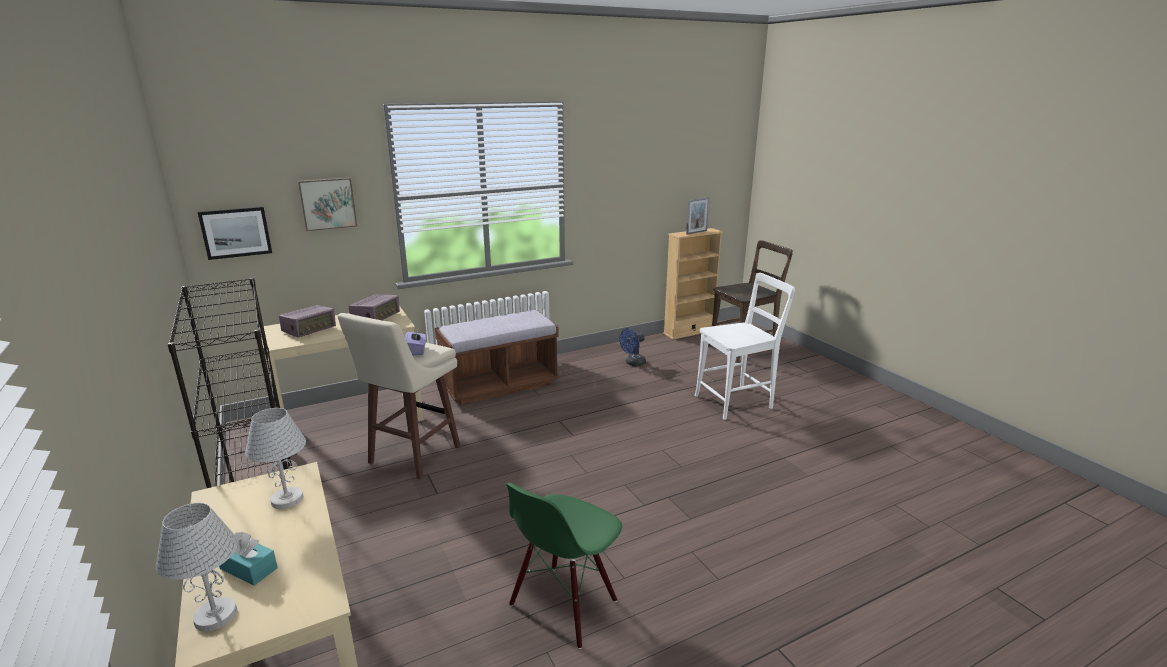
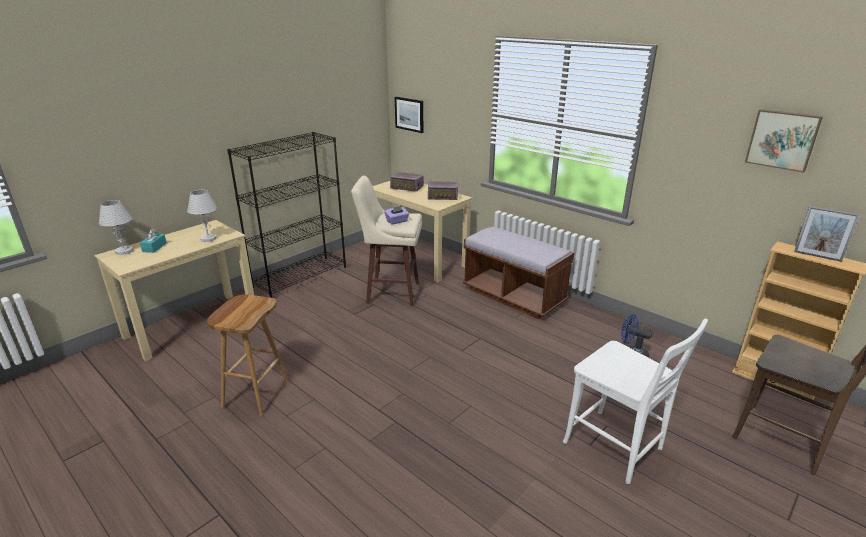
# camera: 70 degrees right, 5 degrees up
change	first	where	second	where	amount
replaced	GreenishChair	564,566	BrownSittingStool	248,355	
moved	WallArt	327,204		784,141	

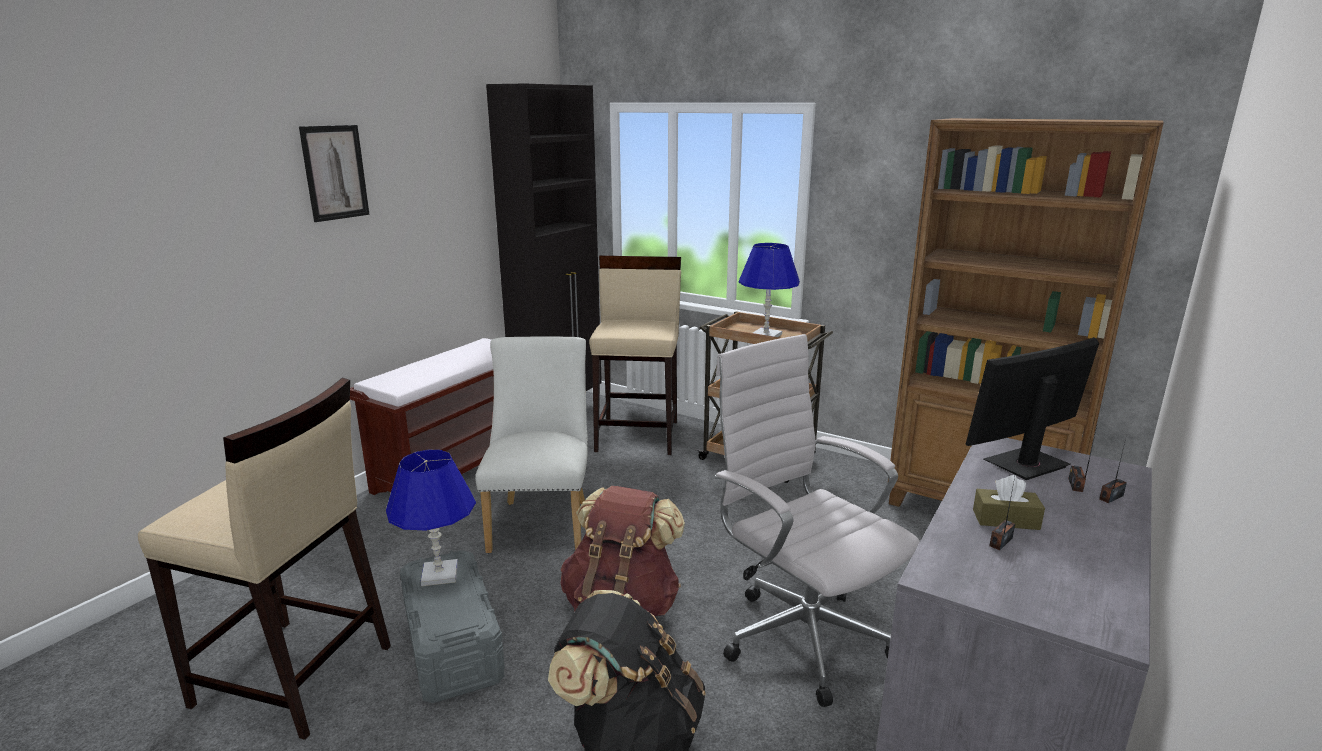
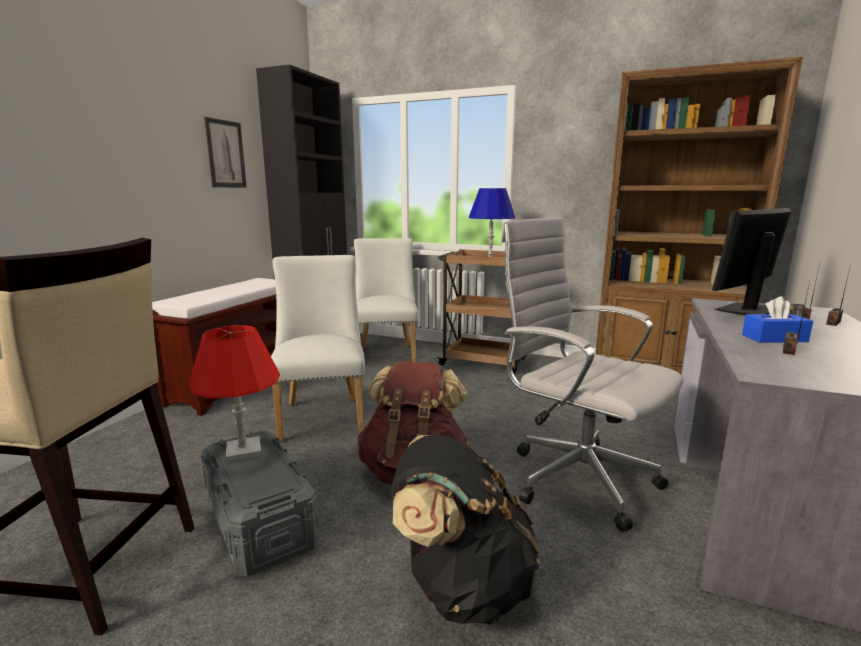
# camera: 10 degrees left, 5 degrees down
change	first	where	second	where	amount
recoloured	BlueColouredTableLamp	431,517	ReddishTableLamp	234,393	
moved	WallArt	334,173		225,152	
replaced	BeigeColouredSittingStool	635,355	WhiteColouredChair	386,300	
recoloured	BrownTissueBox	1009,502	BlueColouredTissueBox	777,319	

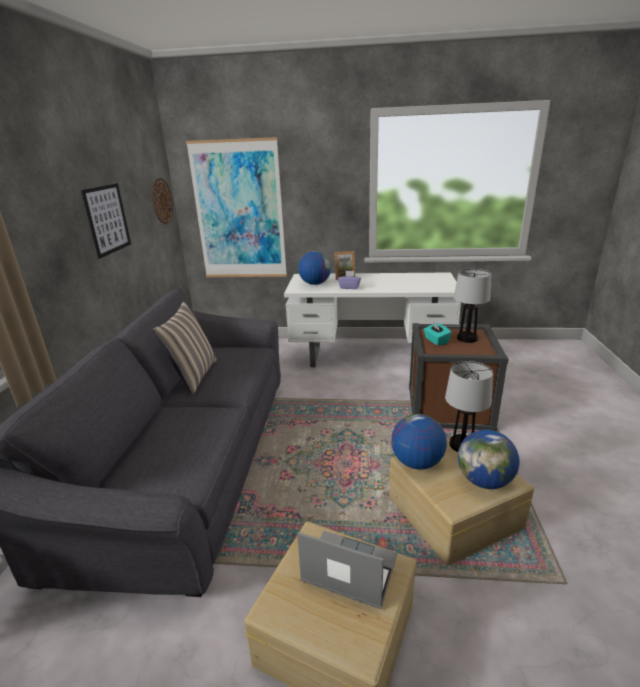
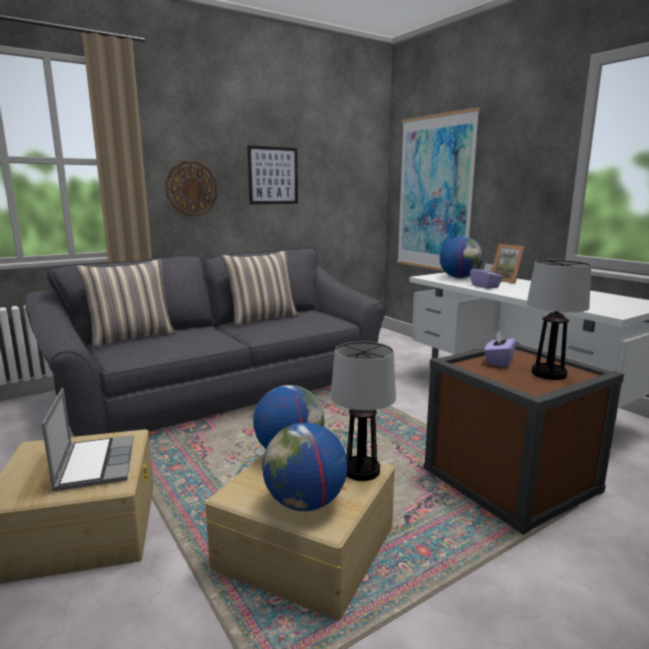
# camera: 50 degrees right, 10 degrees down
change	first	where	second	where	amount
added			Pillow	126,303	
moved	ClockOnTheWall	162,201		191,188	
recoloured	BlueGreenTissueBox	437,334	PurpleColouredTissueBox	500,348	

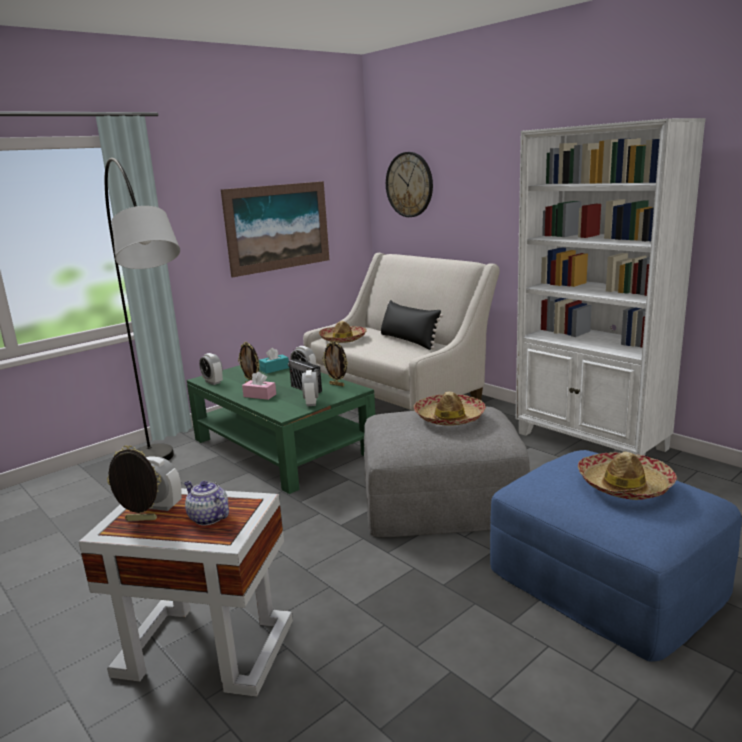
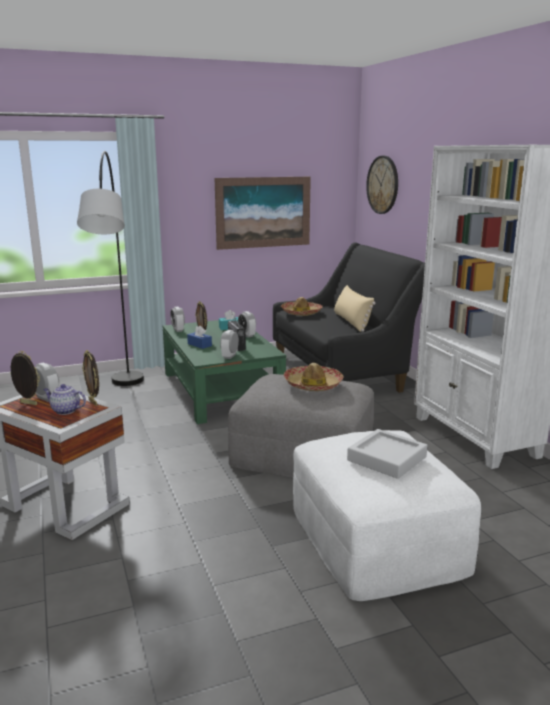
# camera: 20 degrees right, 0 degrees up
change	first	where	second	where	amount
turned	TeaPot	206,503		64,399	45 degrees counterclockwise
moved	StandingFrame	335,363		90,378	
recoloured	PinkColouredTissueBox	259,386	BlueColouredTissueBox	199,337	
recoloured	BeigeColouredSettee	401,332	BlackSettee	349,317	
recoloured	BlueColouredOttoman	616,556	WhiteColouredOttoman	387,515	
recoloured	BlackPillow	412,325	BeigeColouredPillow	355,308	
replaced	Hat	627,476	GreyTray	387,454	

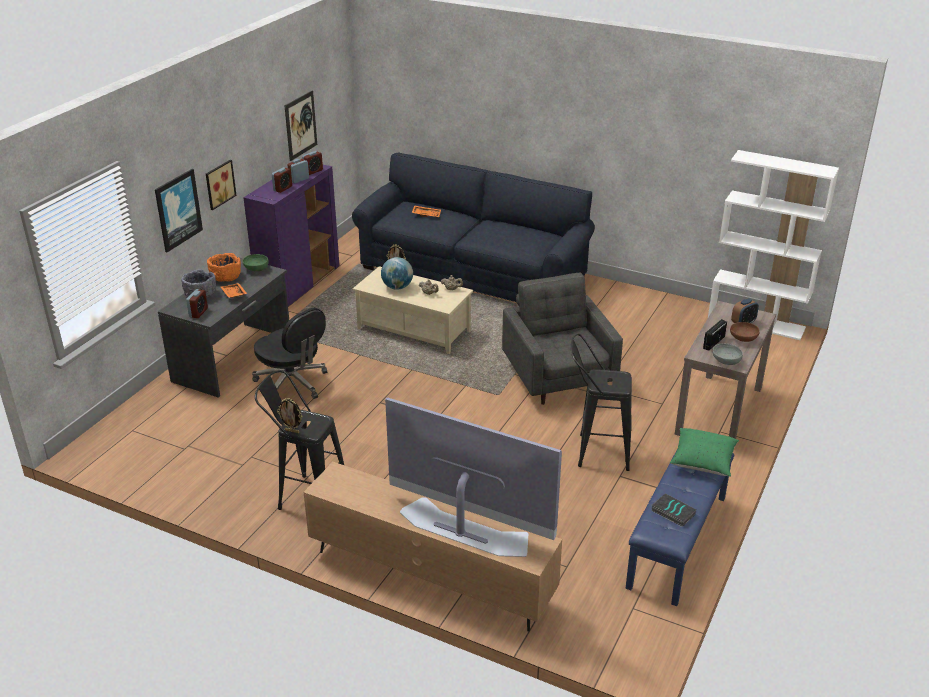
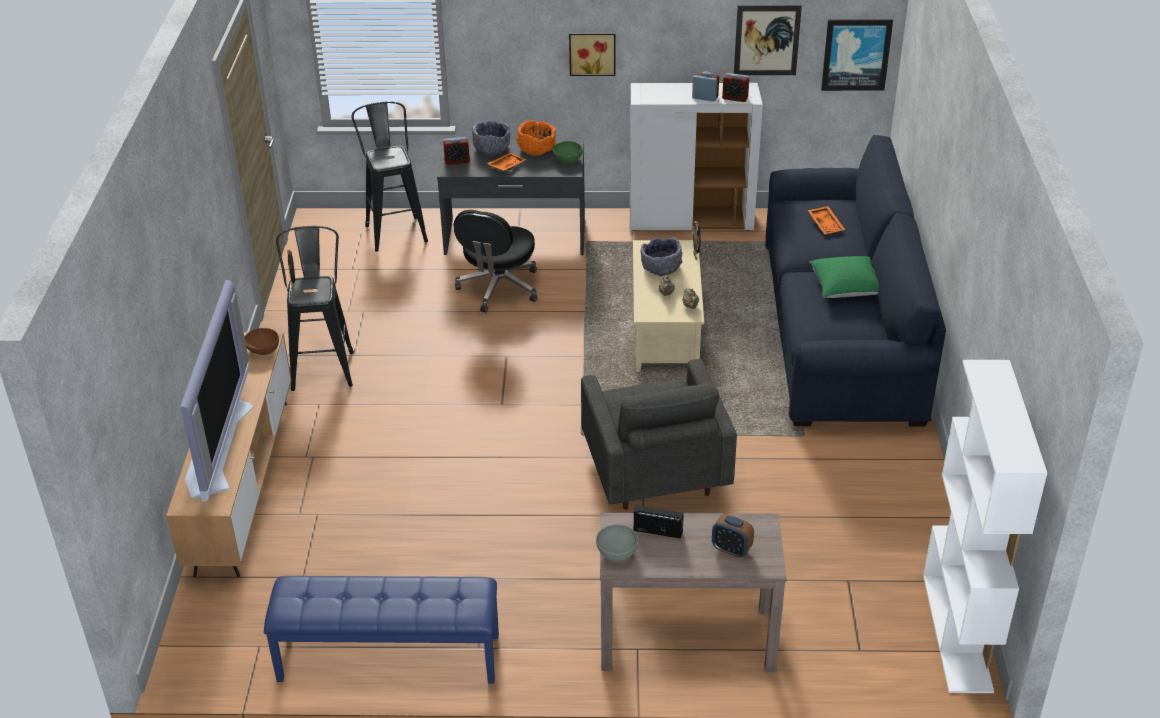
# camera: 65 degrees right, 5 degrees up
change	first	where	second	where	amount
moved	BrownServingBowl	745,332		262,341	
moved	BlackSittingStool	601,402		389,176	
turned	GreyArmchair	562,339		659,434	120 degrees clockwise
recoloured	PurpleColouredStorageCabinet	291,236	WhiteColouredStorageCabinet	696,157	
replaced	DeskGlobe	397,273	GreyServingBowl	661,256	
moved	GreenishPillow	704,452		844,277	
moved	WallArt	179,210		857,55	
removed	AlarmClock	282,180			
removed	BoundBook	673,510			

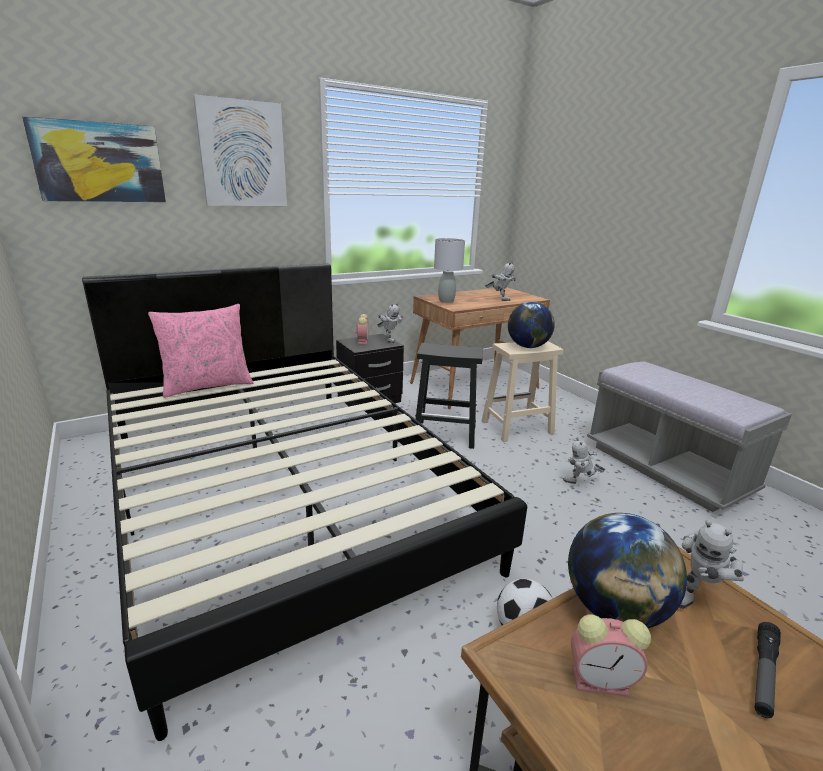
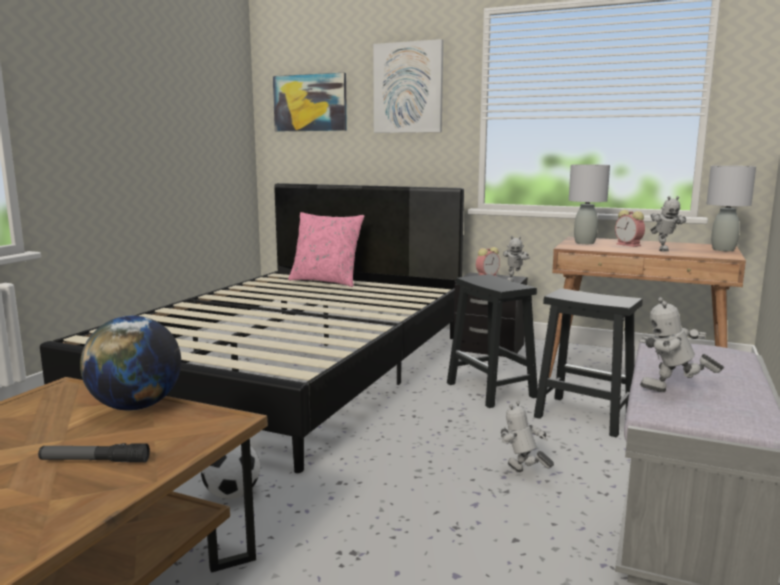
# camera: 55 degrees right, 10 degrees down
change	first	where	second	where	amount
recoloured	BeigeColouredSittingStool	522,391	BlackSittingStool	588,363	
moved	AlarmClock	611,655		630,228	
moved	ToyRobot	711,564		681,344	
added			GreyTableLamp	731,208	
removed	DeskGlobe	531,325			

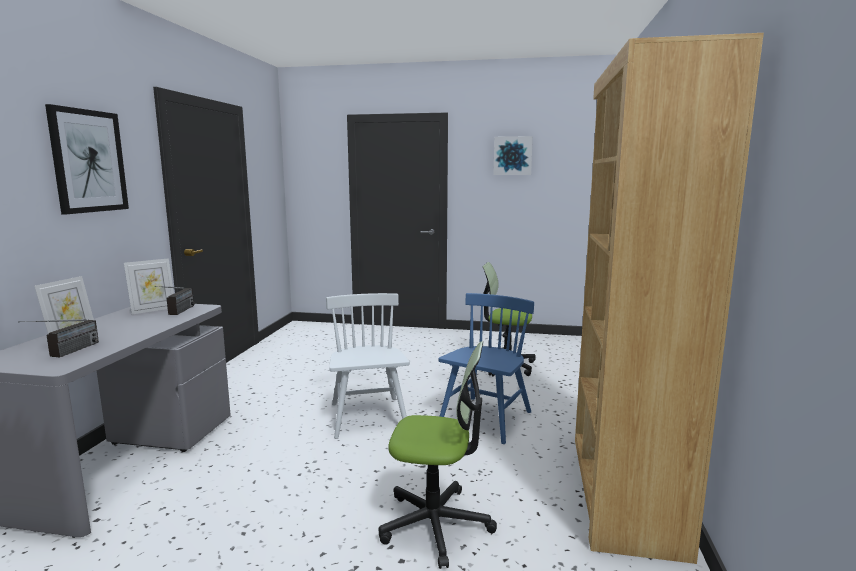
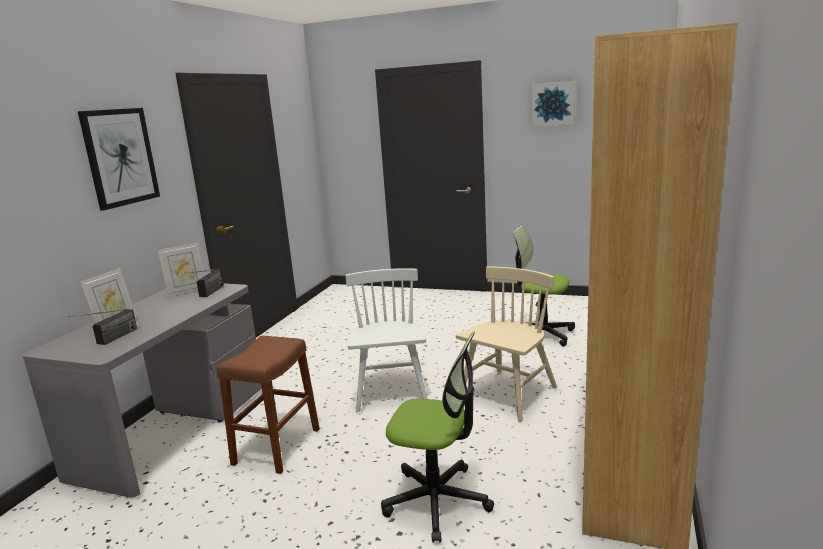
# camera: 10 degrees right, 5 degrees up
change	first	where	second	where	amount
added			BrownSittingStool	268,405	
recoloured	BlueColouredChair	486,368	BeigeColouredChair	506,344	

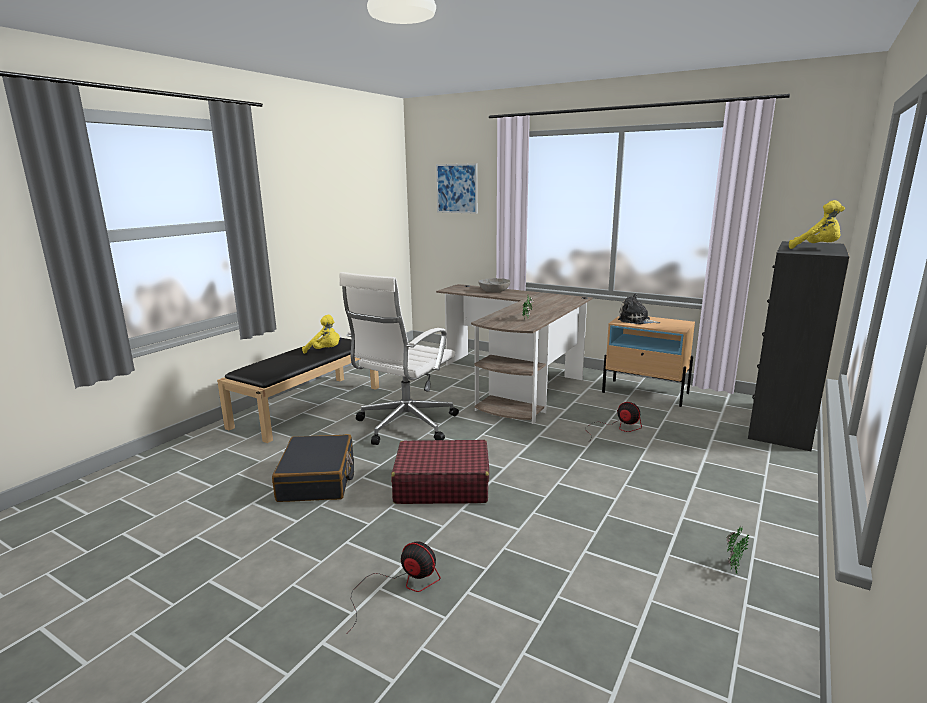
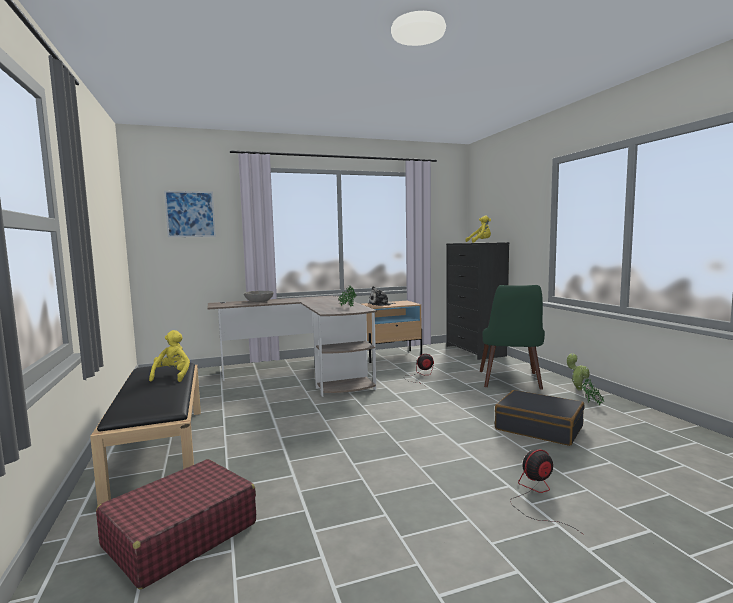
# camera: 50 degrees left, 10 degrees down
change	first	where	second	where	amount
moved	ReddishSuitcase	440,472		176,524	
turned	YellowColouredSoftToy	321,334		169,356	60 degrees counterclockwise
added			GreenishChair	512,337	
moved	BlackSuitcase	313,468		540,418	
added			PottedPlant	578,372	
removed	WhiteColouredComputerChair	399,358			

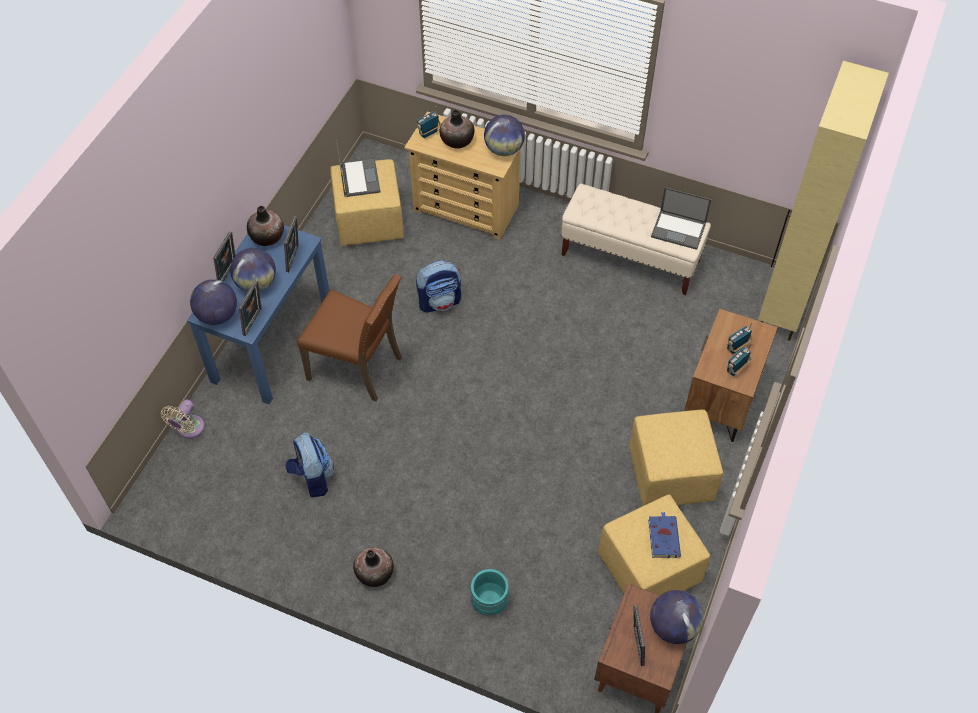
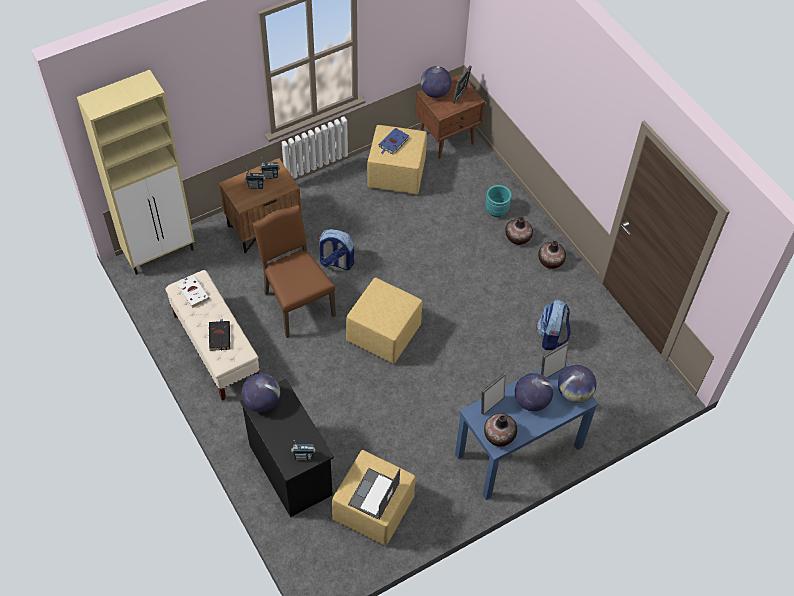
# camera: 145 degrees left, 0 degrees up
change	first	where	second	where	amount
replaced	NotebookComputer	681,218	WhiteColouredBoundBook	193,292	
added			BlackBoundBook	219,335	
recoloured	BeigeColouredDresser	464,176	BlackDresser	287,448	
moved	BrownChair	349,338		294,271	
moved	Rucksack	438,286		336,249	
moved	YellowColouredOttoman	676,458		384,320	
moved	FlowerVase	457,129		519,231	
removed	BeigeColouredFan	183,418			
removed	StandingFrame	224,256			

